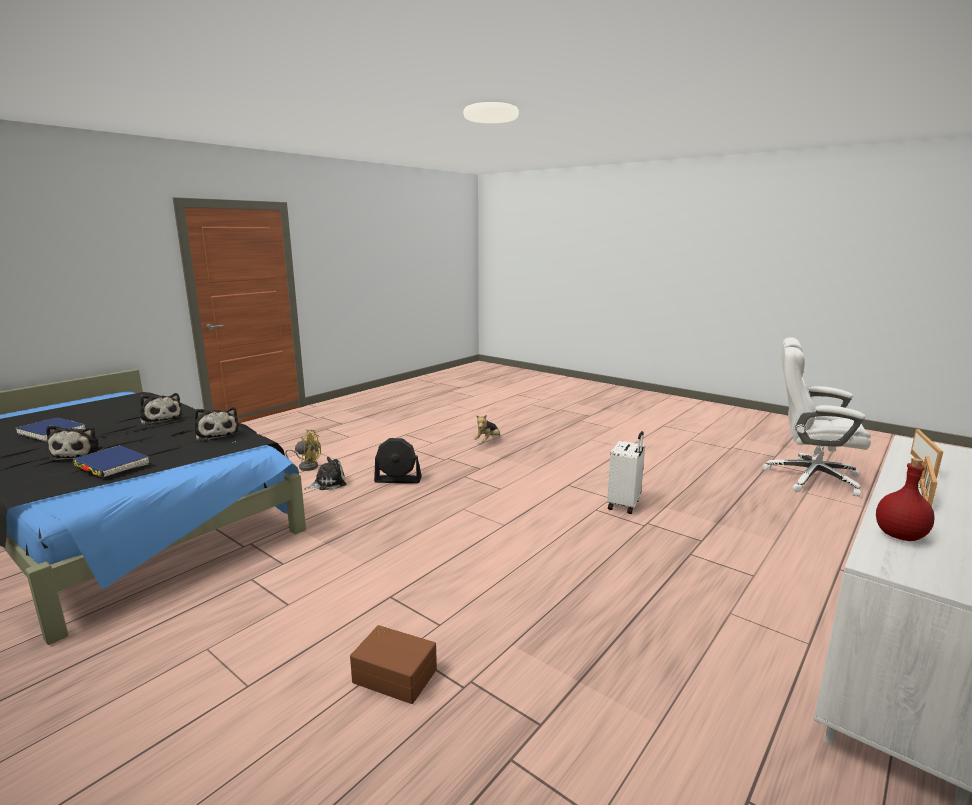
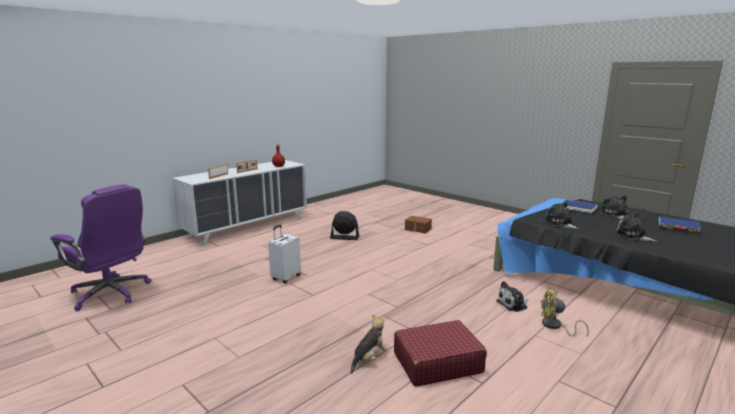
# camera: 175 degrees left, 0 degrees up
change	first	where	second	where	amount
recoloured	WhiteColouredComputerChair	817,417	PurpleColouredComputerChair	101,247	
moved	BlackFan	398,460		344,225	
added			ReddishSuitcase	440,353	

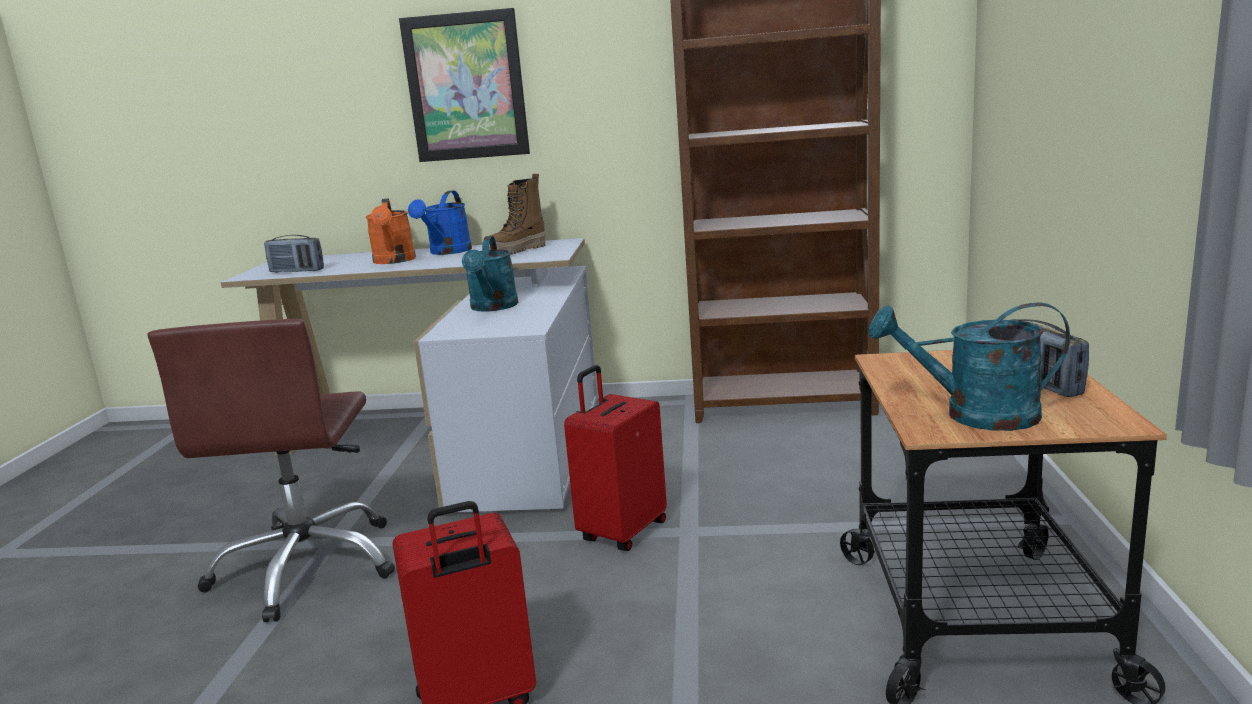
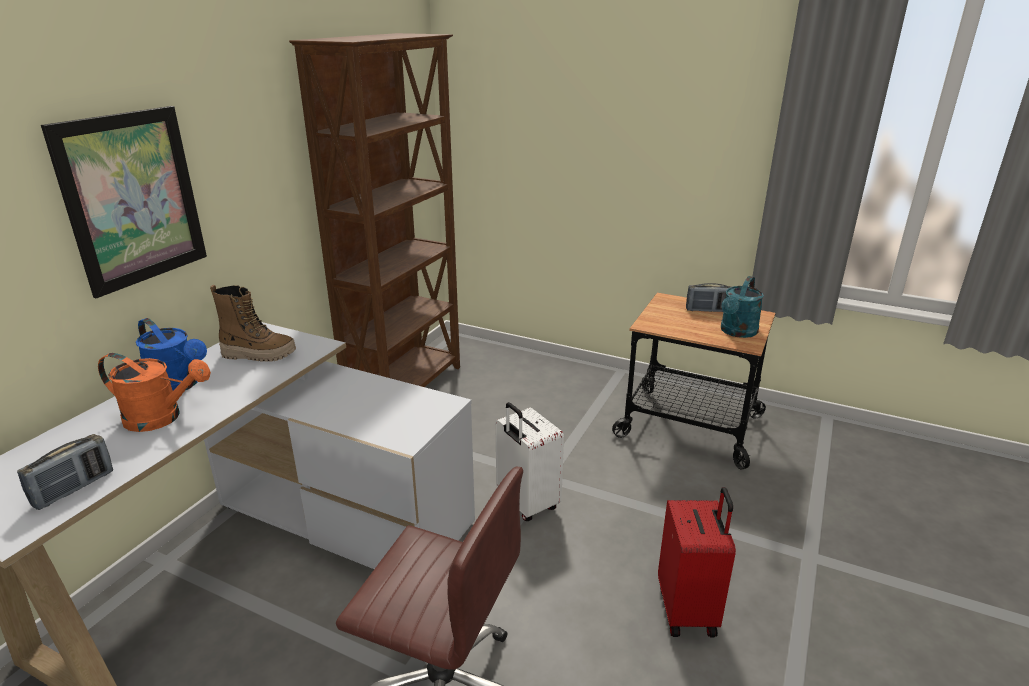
# camera: 70 degrees left, 10 degrees up
change	first	where	second	where	amount
turned	Boot	517,214		253,323	60 degrees counterclockwise
recoloured	ReddishSuitcase	615,458	WhiteColouredSuitcase	529,461	
removed	BlueGreenWateringPot	490,274			

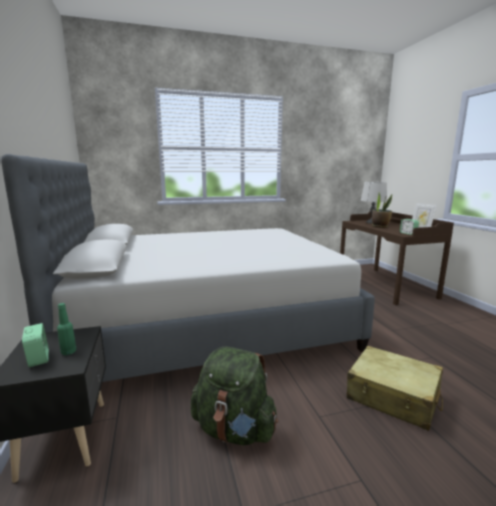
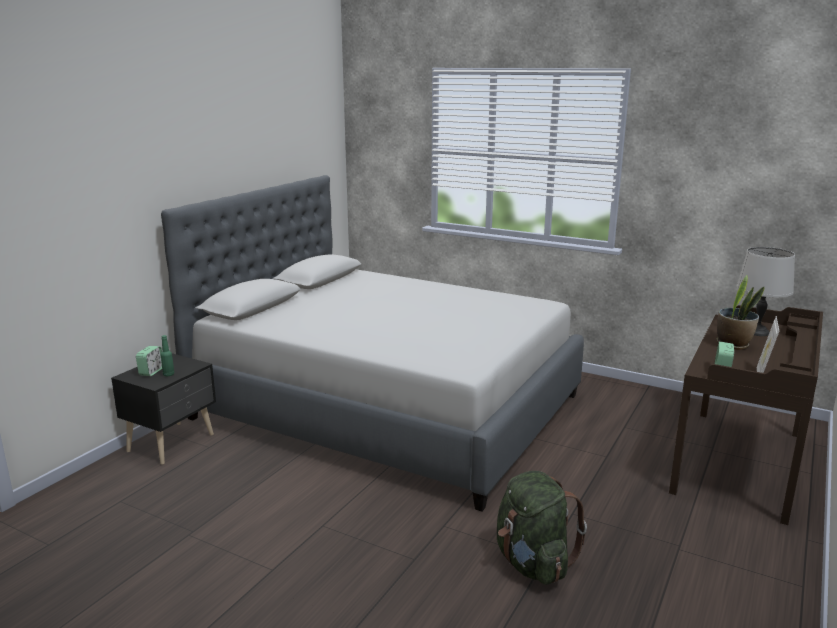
# camera: 45 degrees right, 5 degrees up
change	first	where	second	where	amount
moved	GreenishRucksack	234,395		542,528	
removed	BeigeColouredSuitcase	395,388			

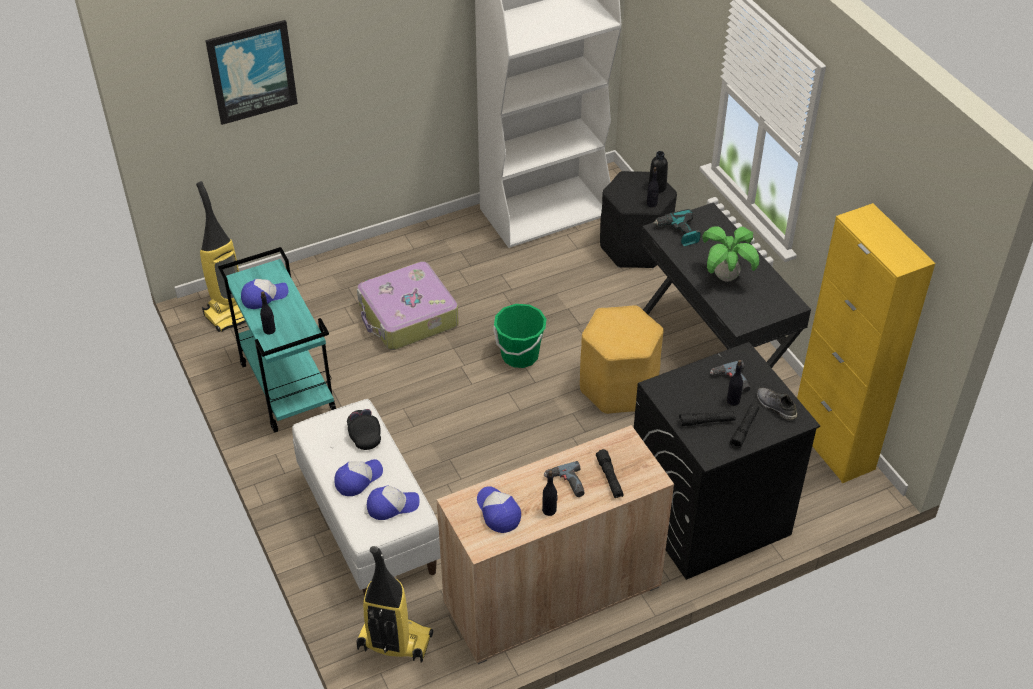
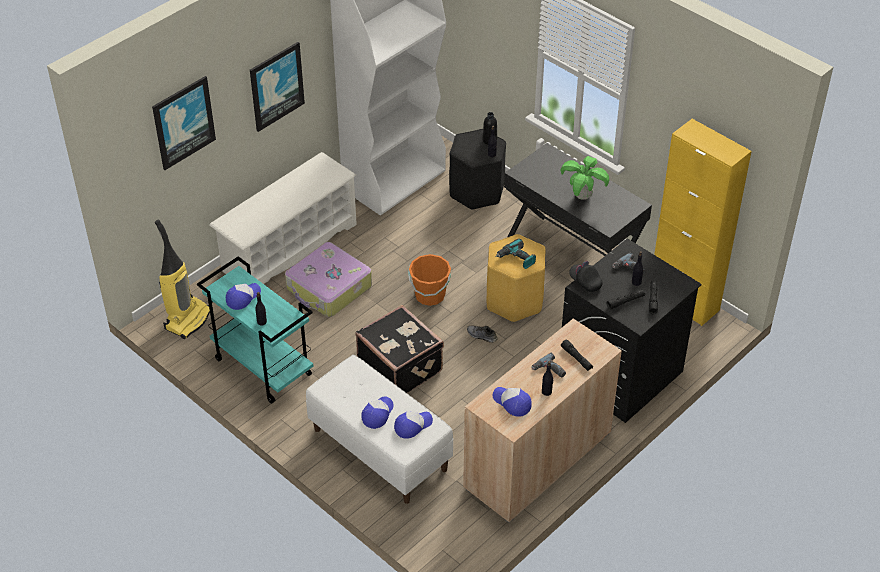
# camera: 20 degrees left, 0 degrees up
change	first	where	second	where	amount
added			WhiteColouredShoeStand	283,218	
added			WallArt	277,87	
added			BlackSuitcase	400,349	
recoloured	GreenishBucket	519,336	OrangeBucket	429,280	
moved	GreyItemOfFootwear	777,404		482,334	
moved	Drill	676,227		515,253	
moved	BlackBaseballCap	364,429		586,276	
removed	Hoover	394,604			

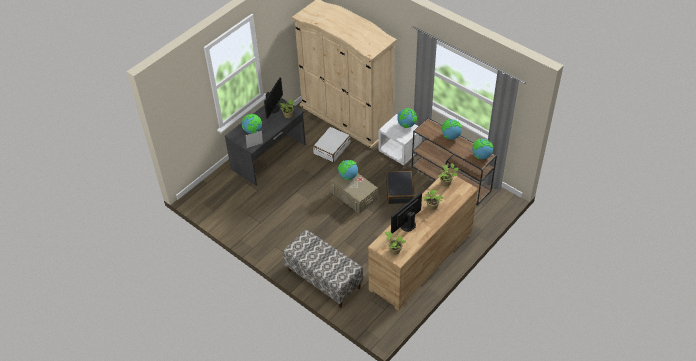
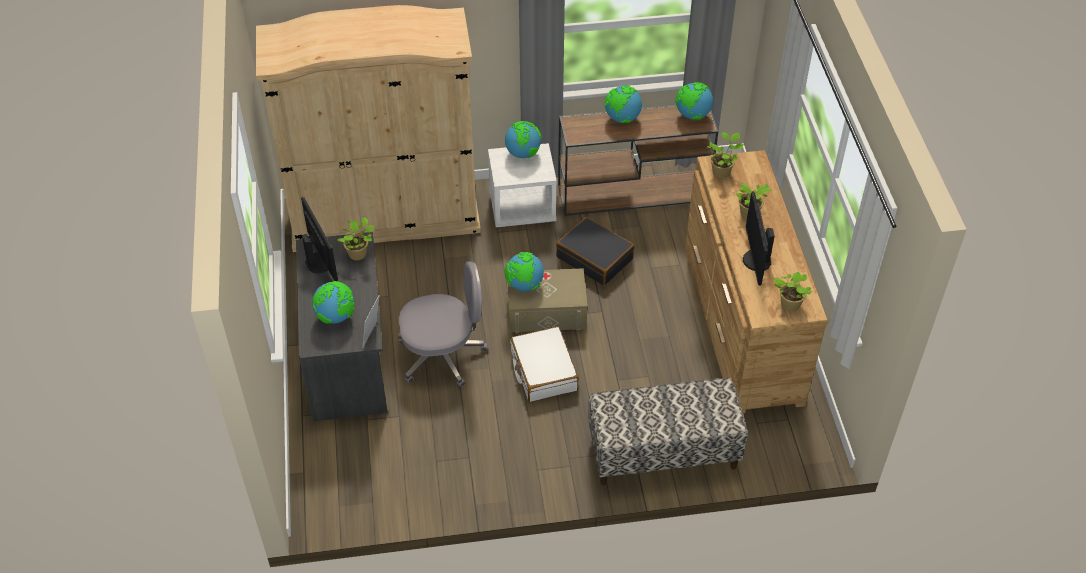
# camera: 50 degrees left, 0 degrees up
change	first	where	second	where	amount
added			GreyComputerChair	443,324	
moved	WhiteColouredSuitcase	332,144		544,364	

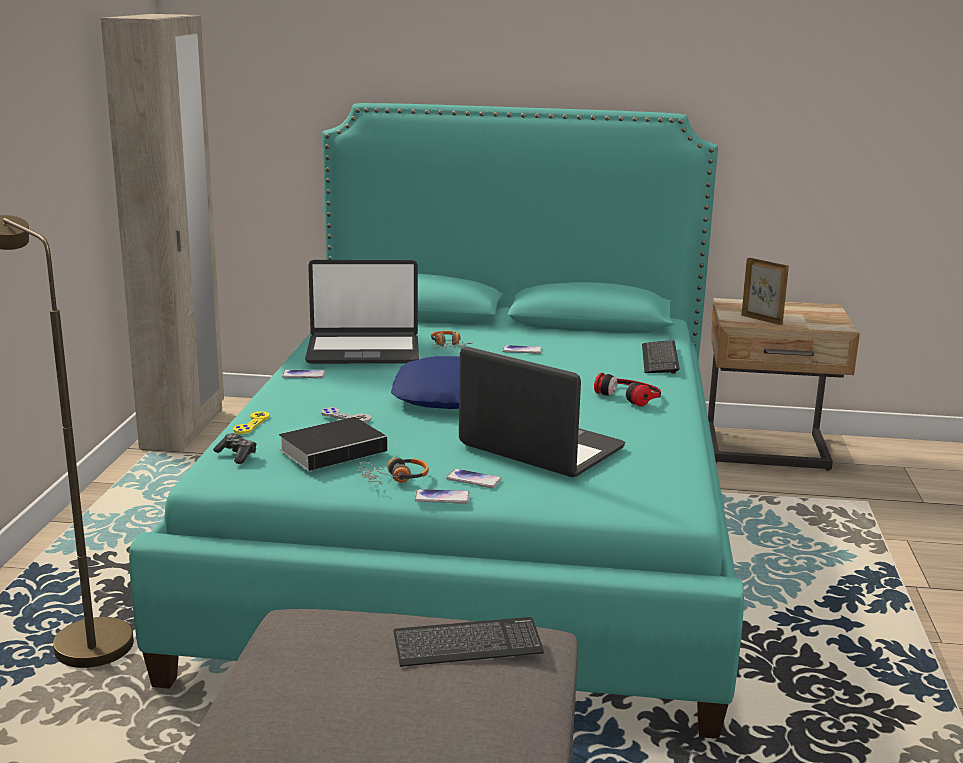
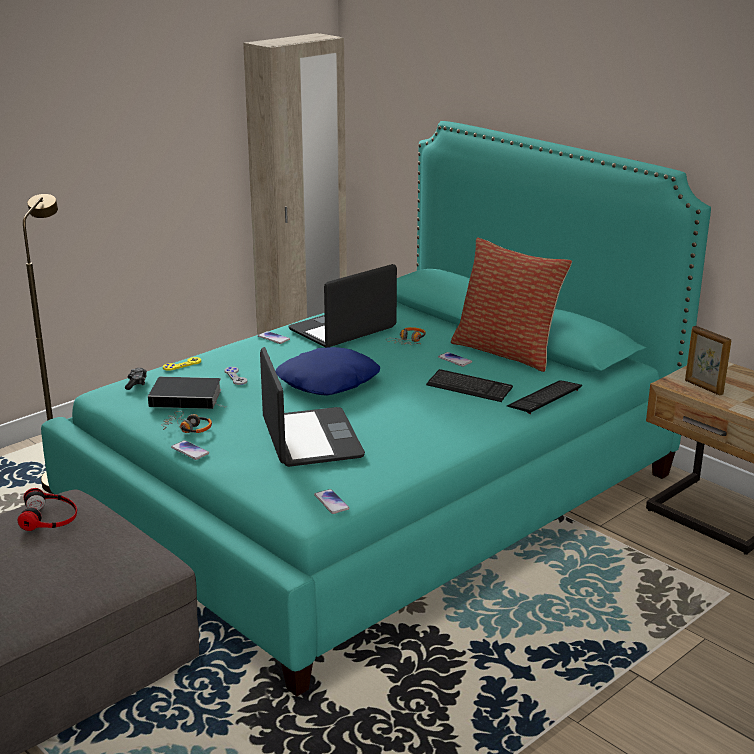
# camera: 40 degrees right, 5 degrees up
change	first	where	second	where	amount
moved	Headset	627,390		47,509	
turned	NotebookComputer	362,312		342,305	105 degrees clockwise
moved	Handset	474,478		332,501	
moved	PcKeyboard	469,642		469,385	
added			Pillow	511,305	
turned	StandingFrame	765,291		708,361	150 degrees clockwise

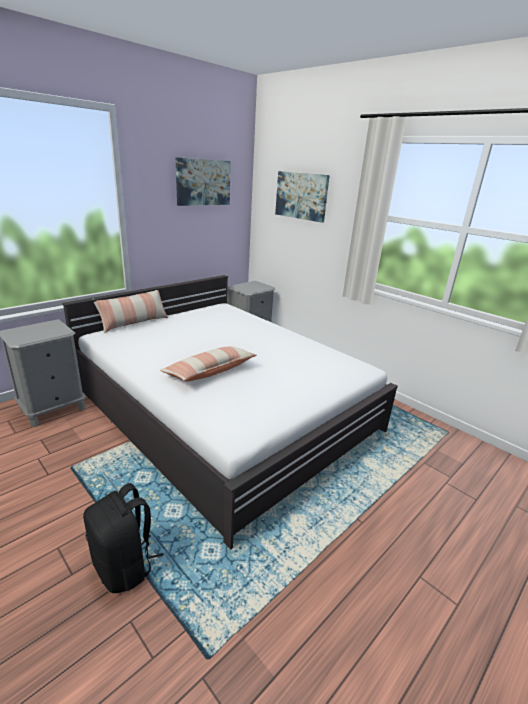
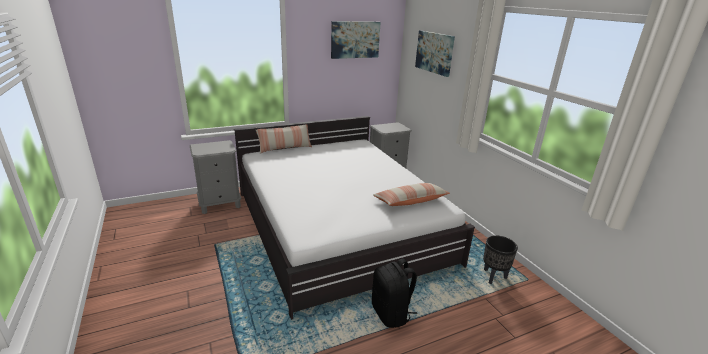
# camera: 20 degrees right, 0 degrees up
change	first	where	second	where	amount
moved	BlackRucksack	123,538		394,293	
moved	Pillow	208,364		411,194	
added			BlackFlowerPot	500,260	

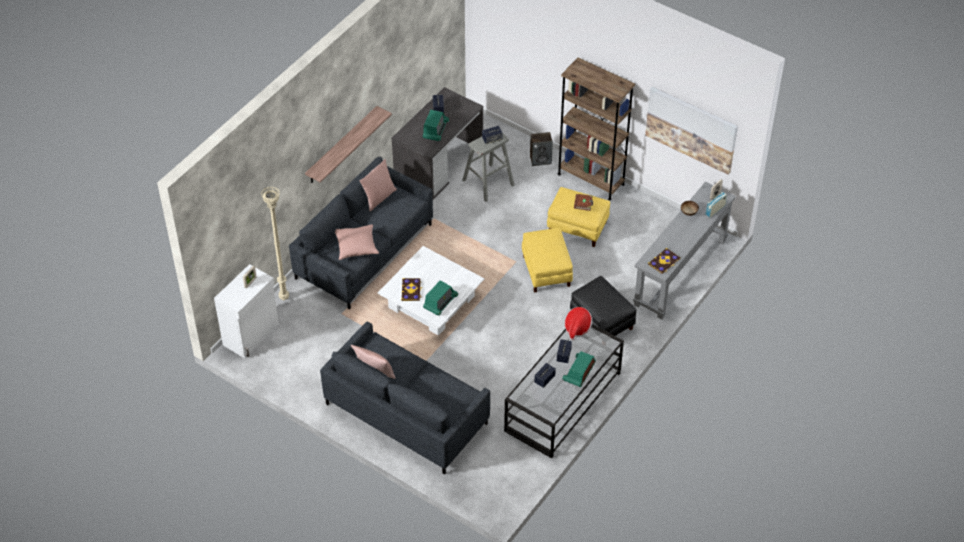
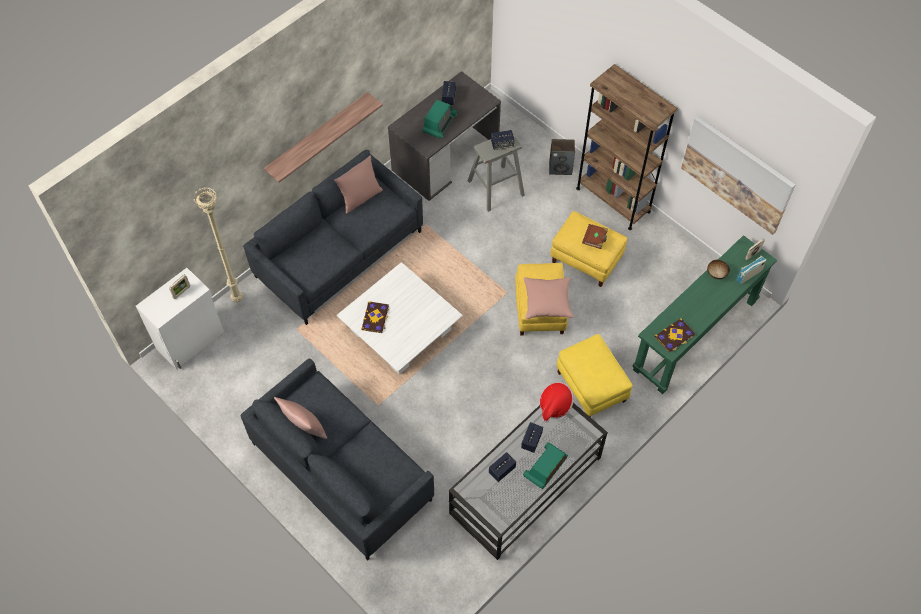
# camera: 10 degrees right, 10 degrees up
change	first	where	second	where	amount
moved	PinkColouredPillow	357,242		548,298	
recoloured	BlackOttoman	603,306	YellowColouredOttoman	594,375	
recoloured	GreyConsoleTable	684,251	GreenishConsoleTable	705,314	
removed	RadioReceiver	440,297			

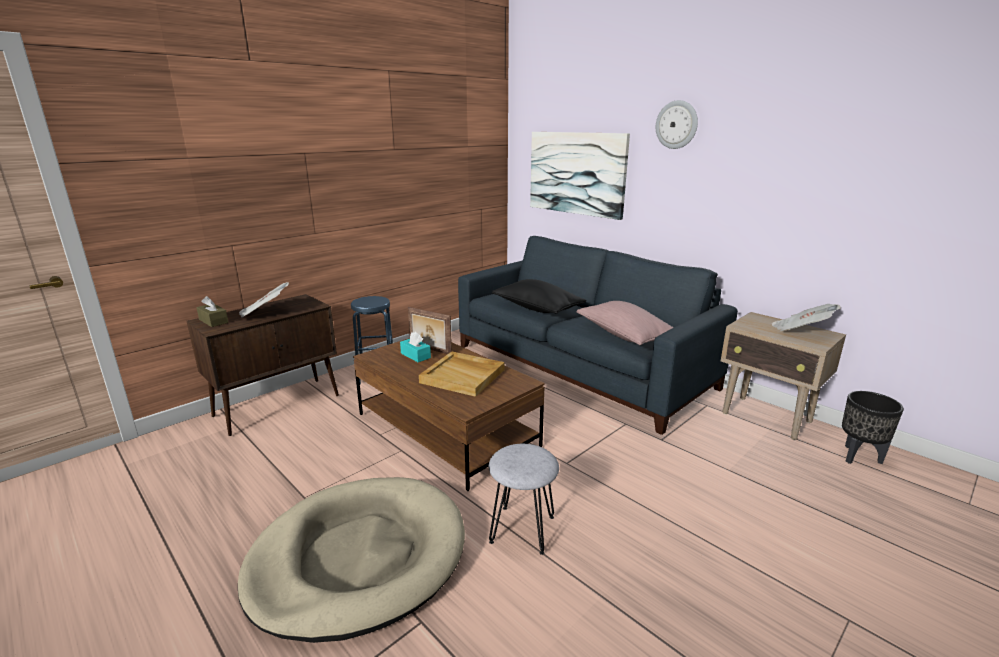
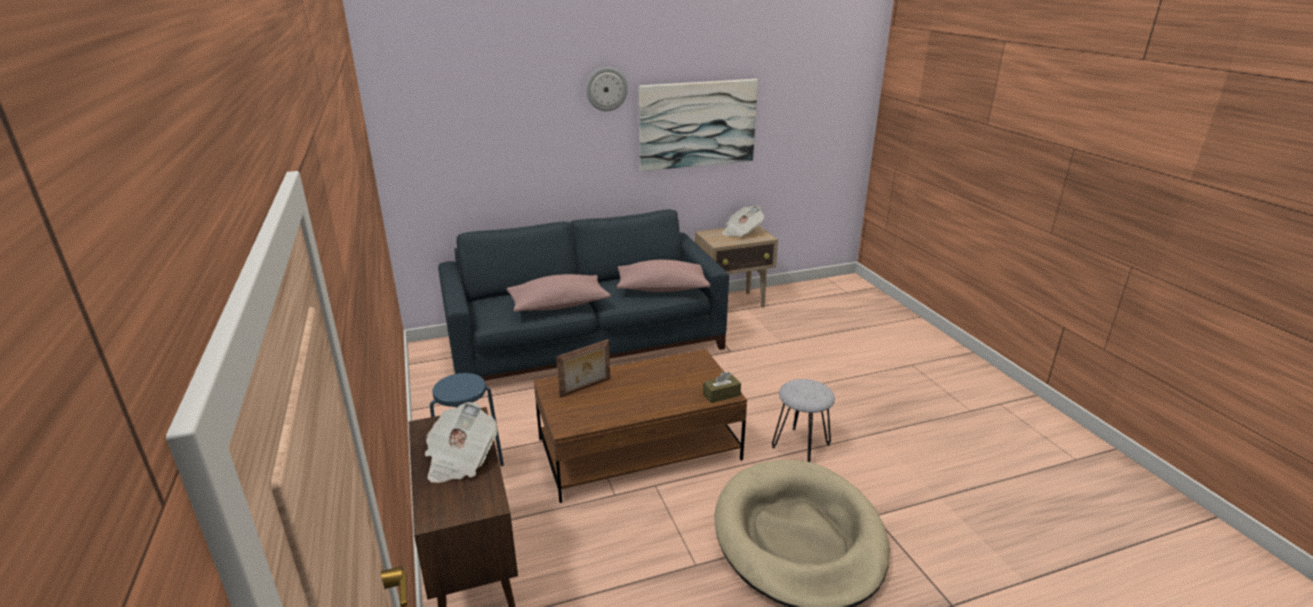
# camera: 65 degrees left, 5 degrees up
change	first	where	second	where	amount
recoloured	BlackPillow	539,296	PinkColouredPillow	559,293	
moved	WallArt	580,176		698,125	
moved	BrownTissueBox	212,311		722,387	
removed	BlueGreenTissueBox	415,347			
removed	BeigeColouredTray	462,374			
removed	BlackFlowerPot	873,427			

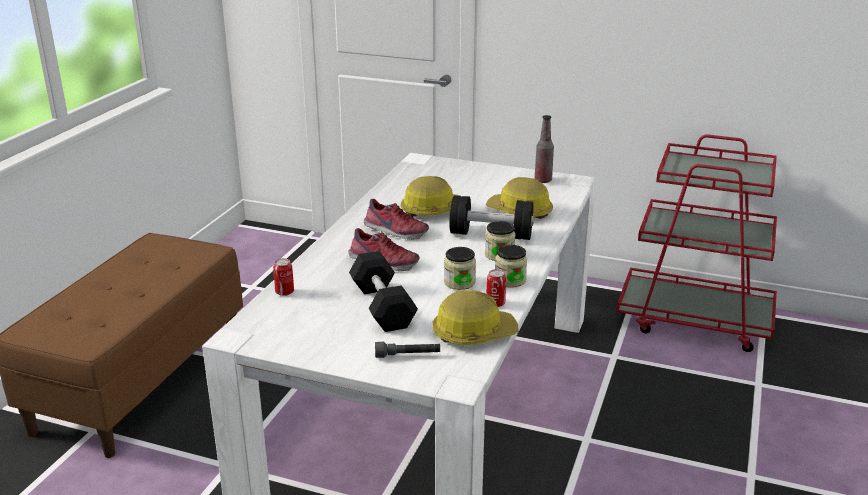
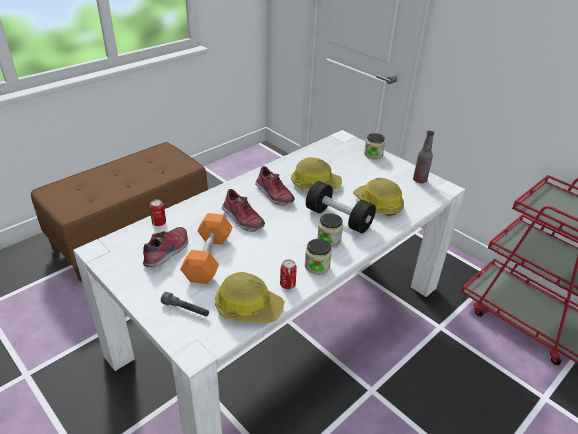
# camera: 25 degrees right, 10 degrees up
change	first	where	second	where	amount
added			ItemOfFootwear	165,247	
recoloured	BlackDumbbell	383,291	OrangeDumbbell	206,248	
moved	Jar	460,268		374,146	

